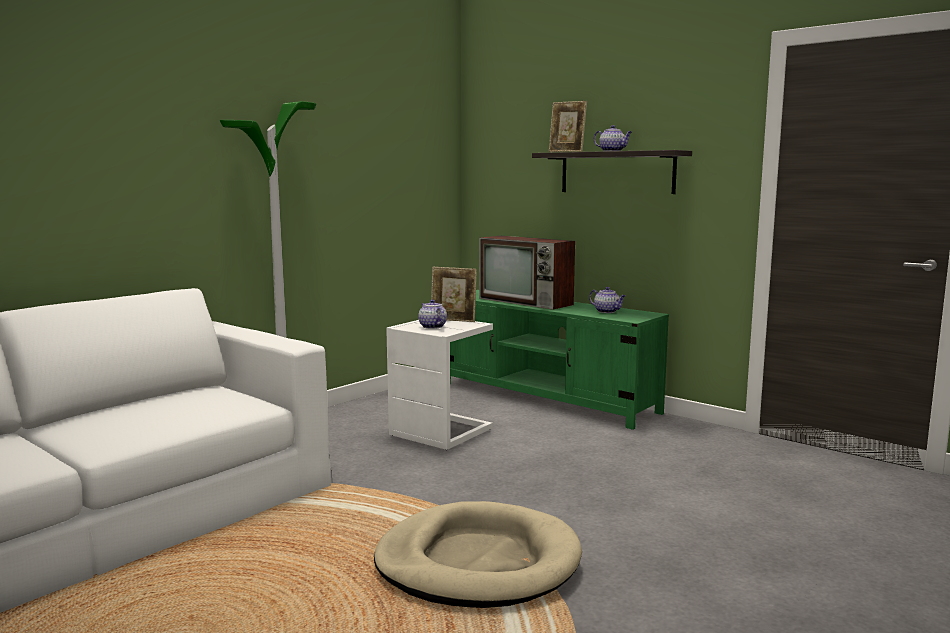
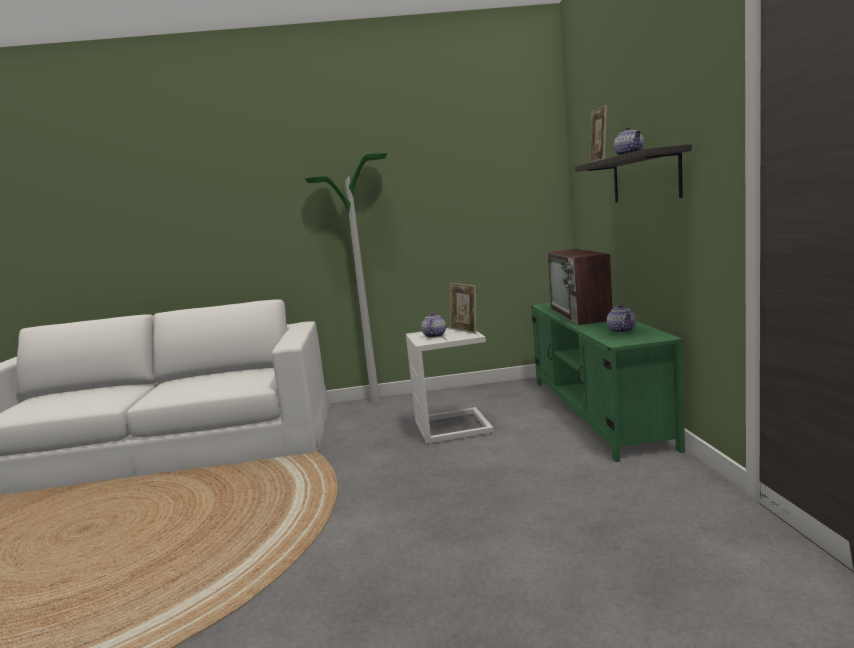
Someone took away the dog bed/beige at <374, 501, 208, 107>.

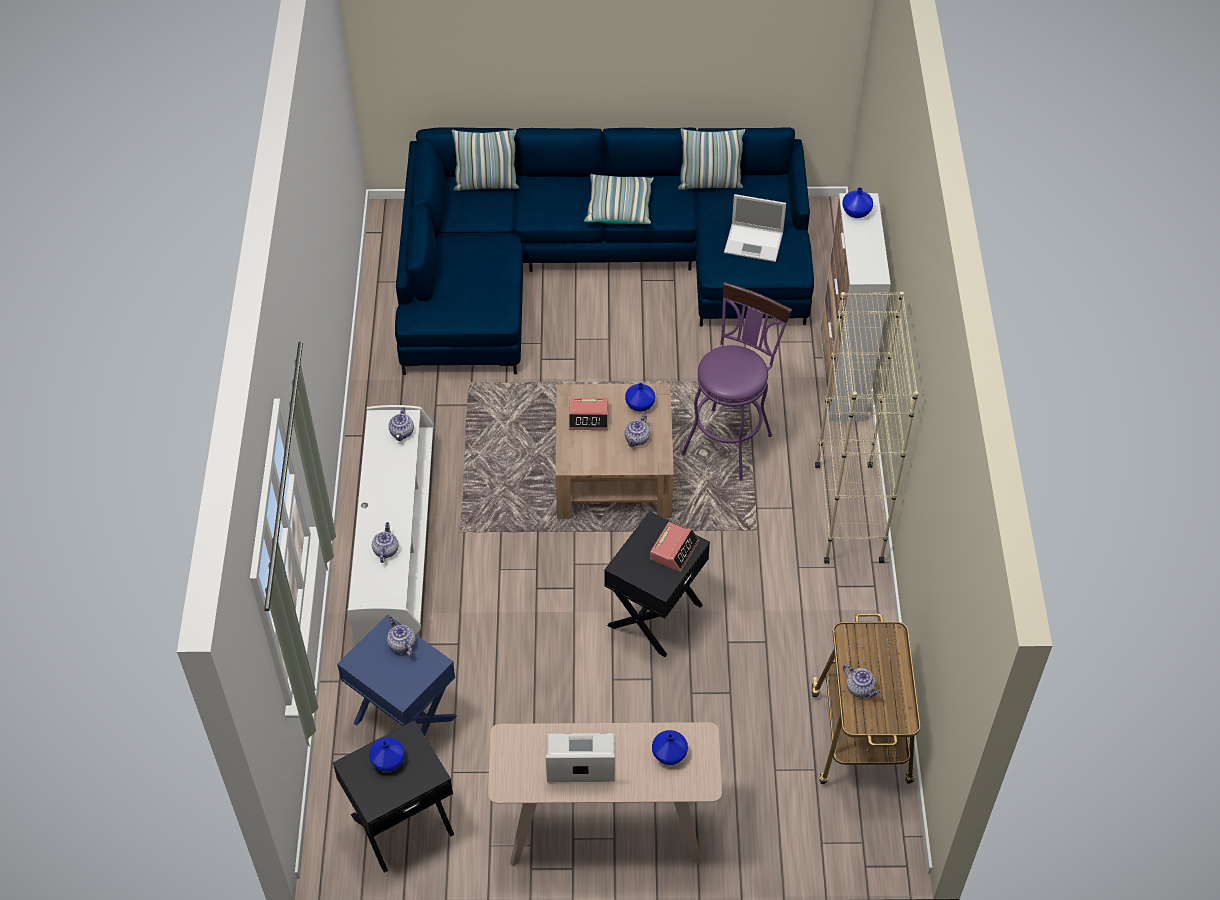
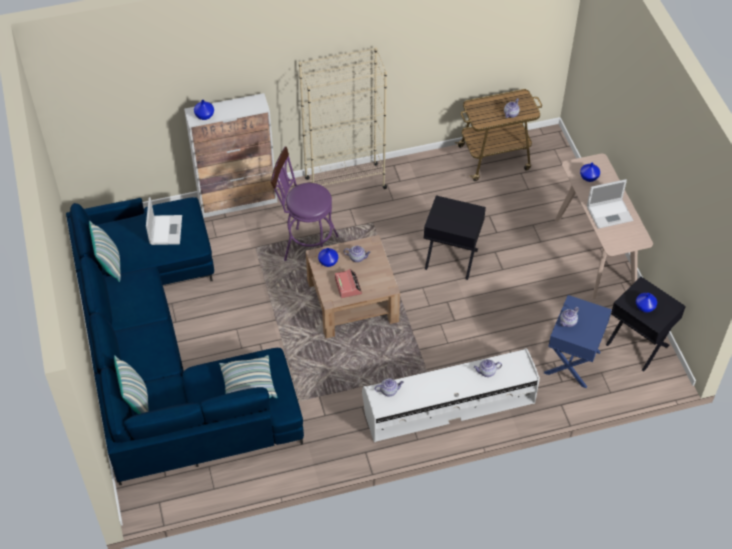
Someone carried the pillow from <584, 174, 70, 50> to <219, 355, 58, 43>.
Someone took away the alarm clock at <650, 522, 49, 50>.
Someone rotated the laptop at <546, 733, 69, 49> by 90 degrees counterclockwise.

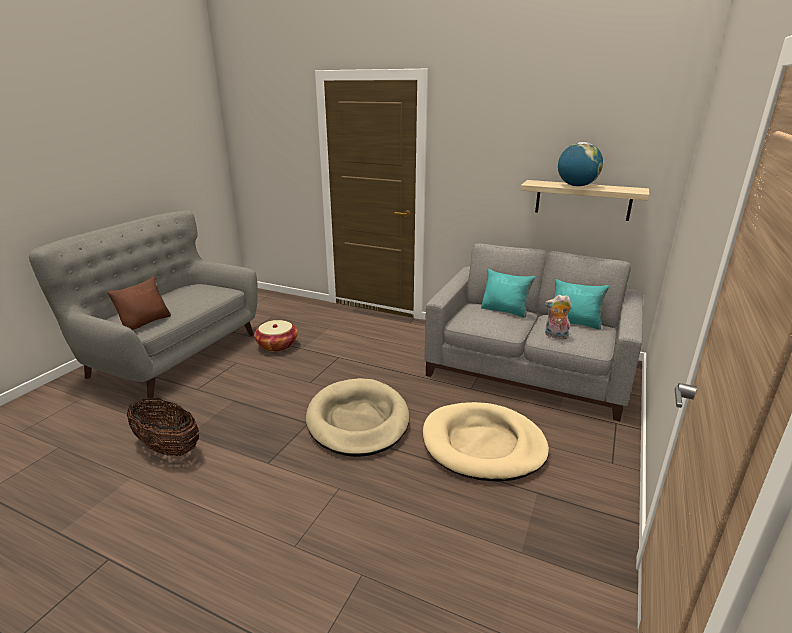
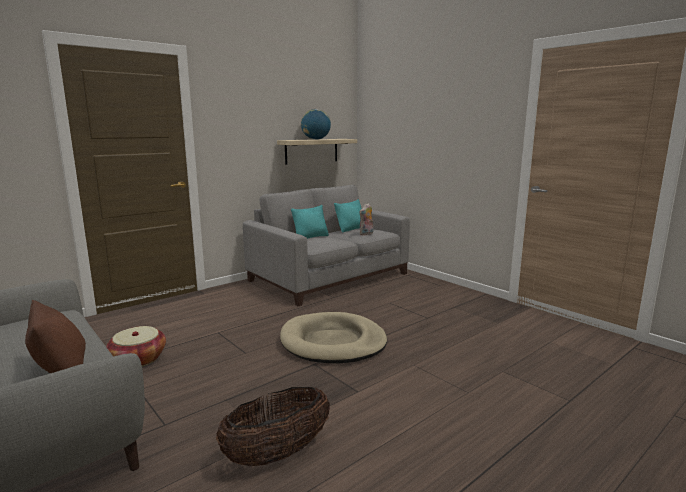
Someone took away the dog bed/beige at <423, 402, 126, 80>.

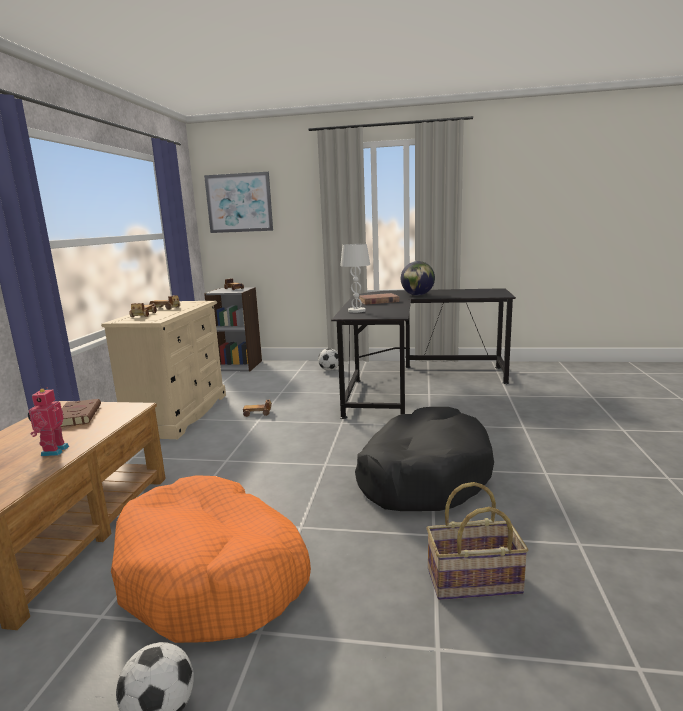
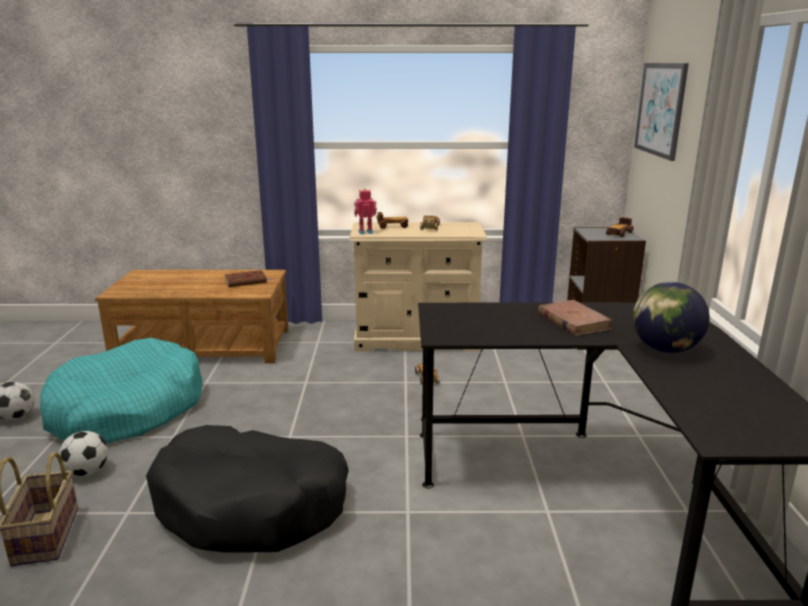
Someone took away the table lamp/white at <340, 244, 30, 69>.
Someone carried the football from <318, 348, 21, 23> to <59, 431, 49, 46>.
Someone carried the toy robot from <28, 387, 41, 69> to <354, 189, 23, 45>.
Someone repainted the dog bed/orange at <111, 475, 200, 168>, which became the dog bed/turquoise at <40, 338, 163, 106>.

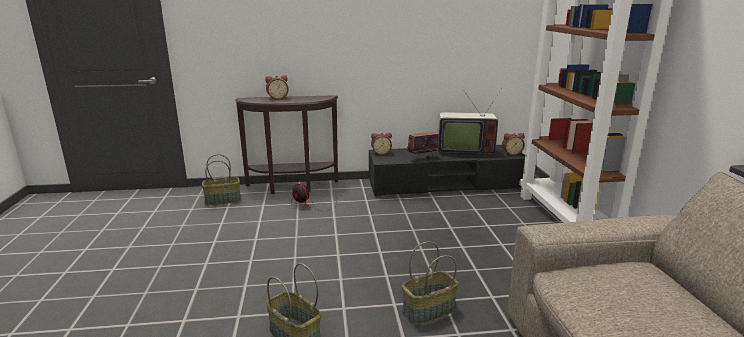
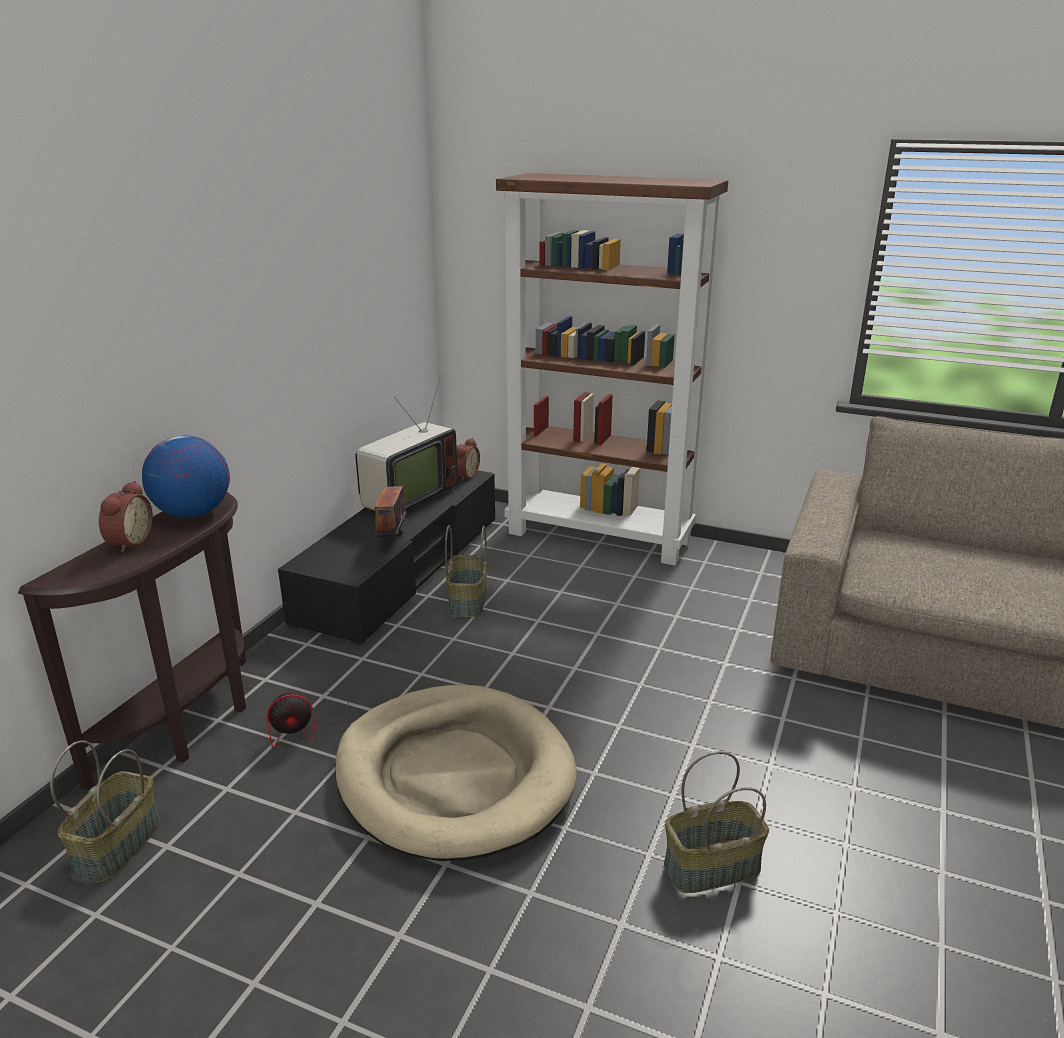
Someone took away the alarm clock at <371, 132, 21, 23>.
Someone carried the basket from <402, 241, 57, 83> to <445, 525, 42, 92>.
Someone put down the globe at <142, 435, 88, 83>.
Someone put down the dog bed/beige at <335, 685, 242, 176>.

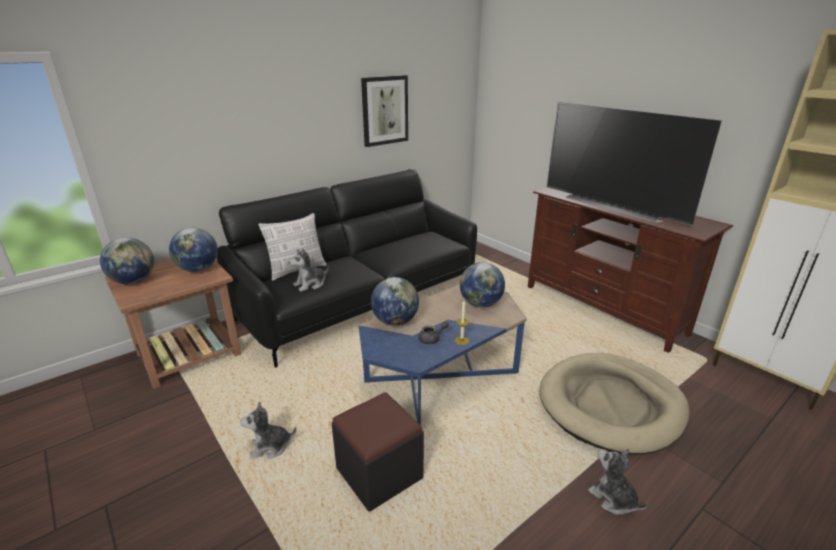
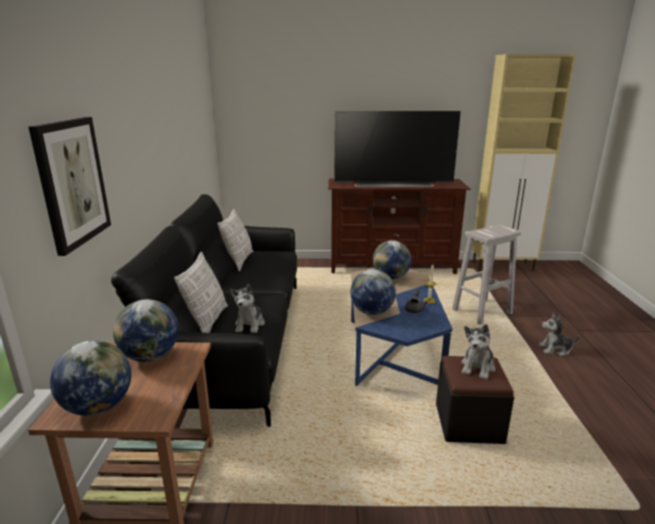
Someone carried the picture from <361, 75, 47, 72> to <29, 117, 82, 139>.
Someone swapped the dog bed/beige at <539, 353, 150, 102> for the stool/white at <452, 224, 69, 101>.
Someone carried the plush toy from <240, 402, 56, 57> to <461, 324, 34, 56>.
Someone put down the pillow at <218, 209, 35, 62>.

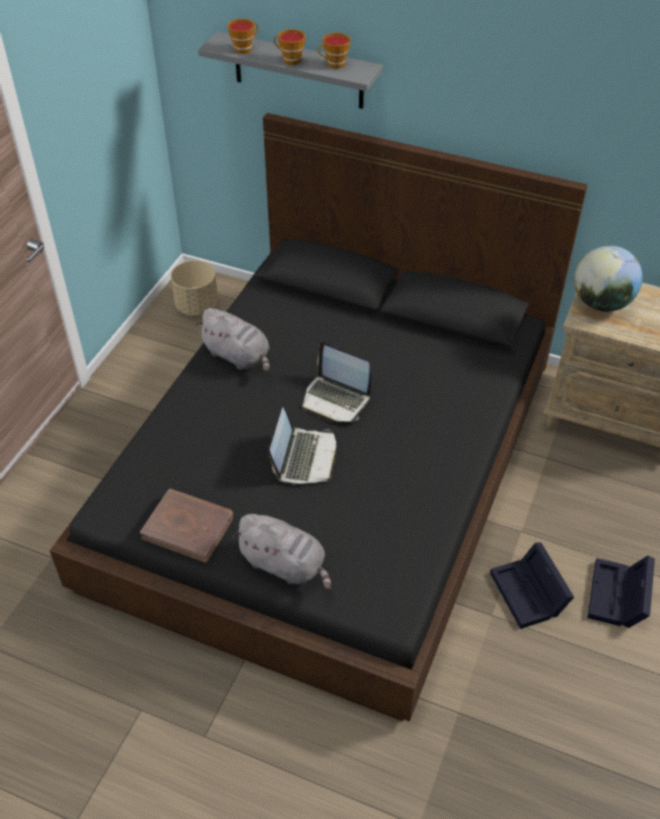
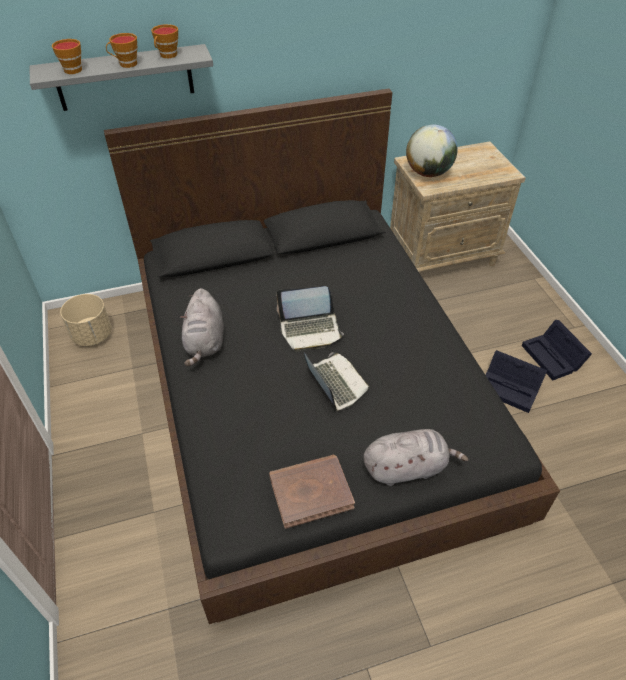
Someone rotated the plush toy/grey at <196, 308, 74, 64> by 90 degrees clockwise.

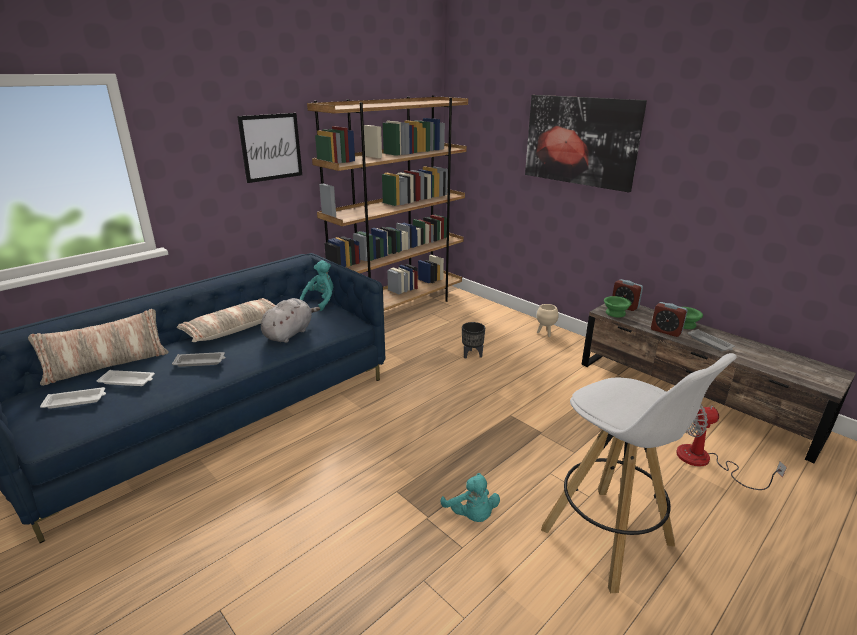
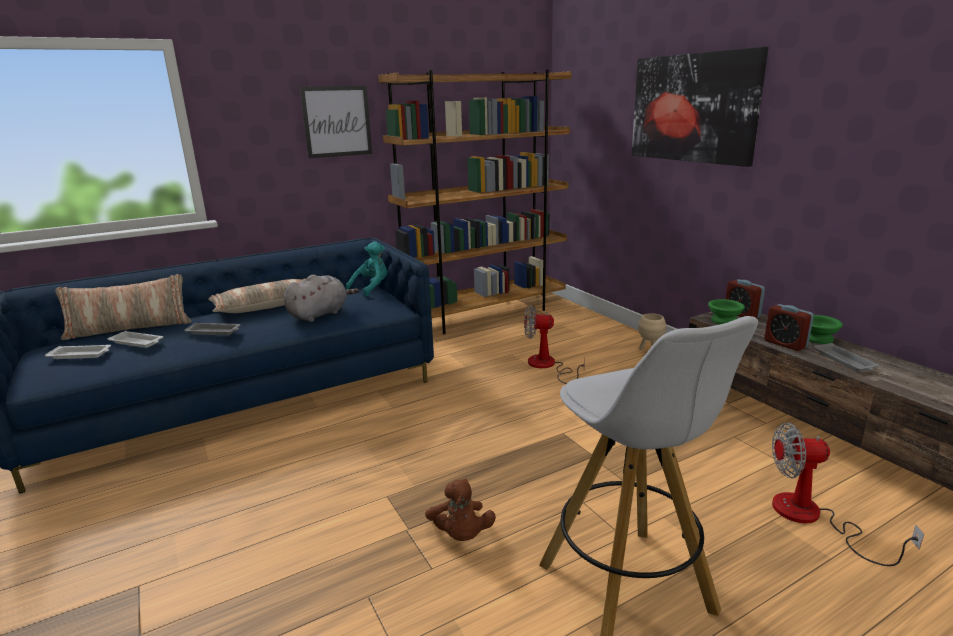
Someone swapped the planter/black at <462, 322, 23, 37> for the fan at <524, 305, 61, 79>.
Someone repainted the plush toy/turquoise at <440, 473, 60, 49>, which became the plush toy/brown at <425, 478, 71, 63>.

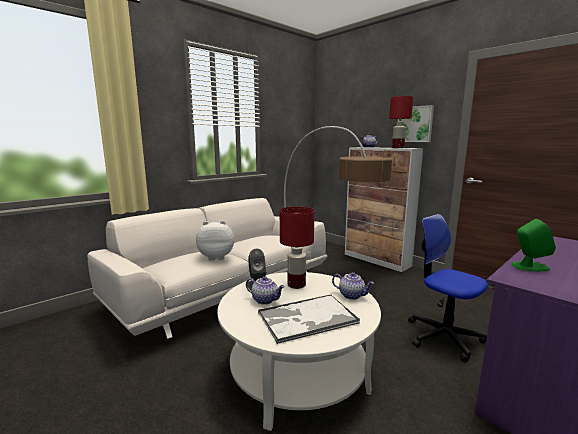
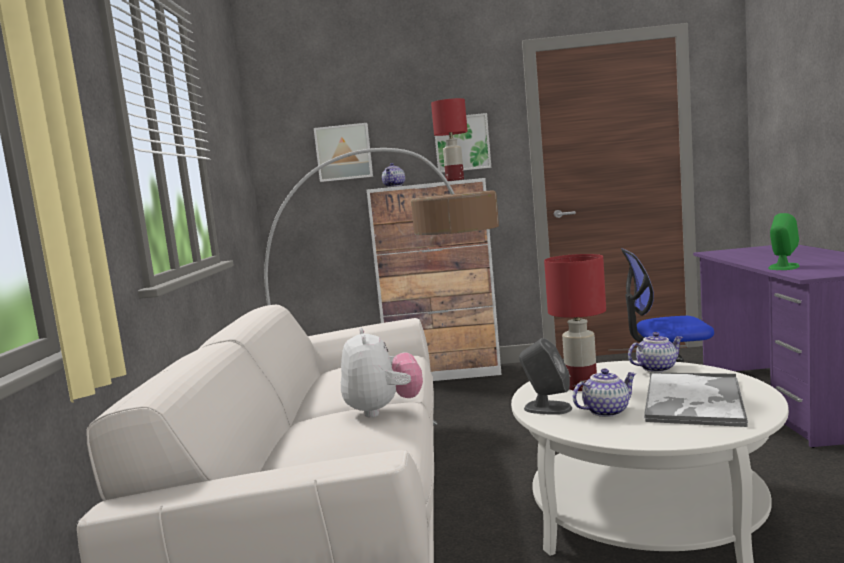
Someone rotated the plush toy at <196, 221, 38, 39> by 135 degrees clockwise.
Someone put up the picture at <314, 123, 59, 59>.

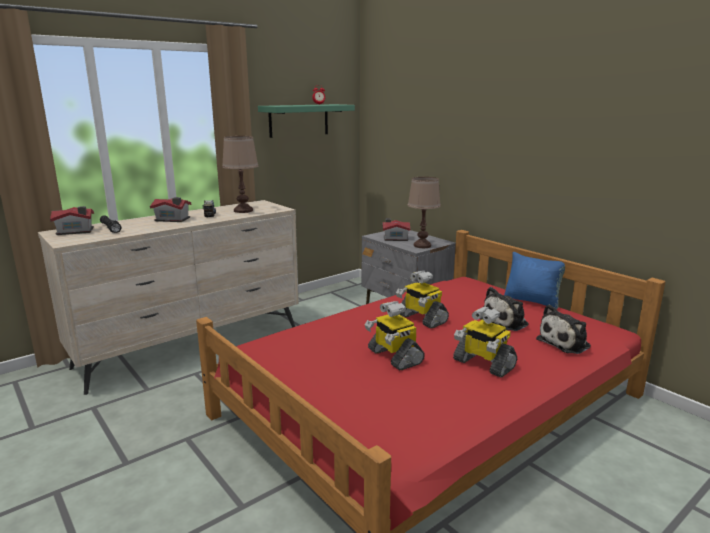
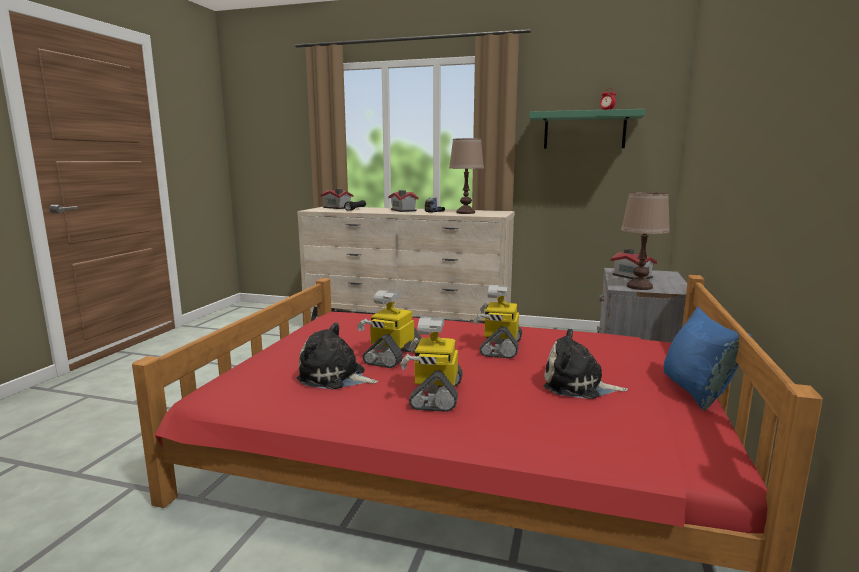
Someone carried the plush toy from <536, 304, 55, 50> to <297, 322, 81, 68>.

